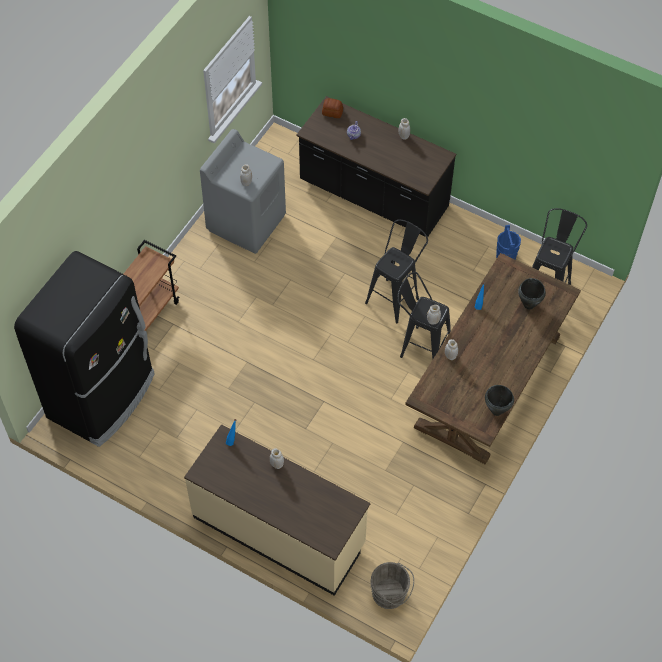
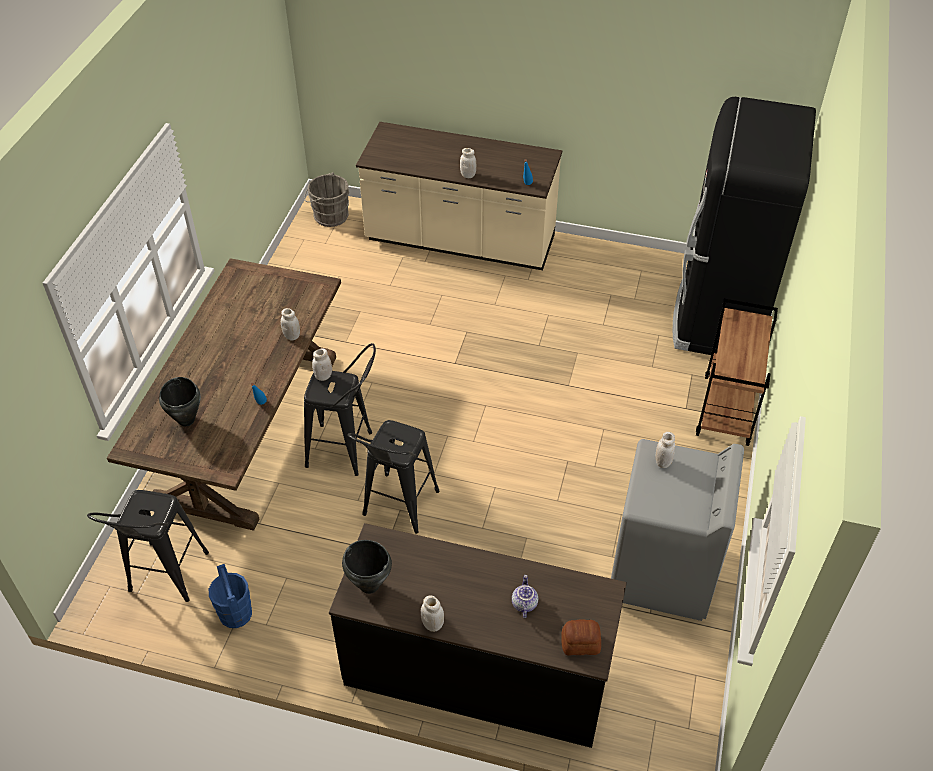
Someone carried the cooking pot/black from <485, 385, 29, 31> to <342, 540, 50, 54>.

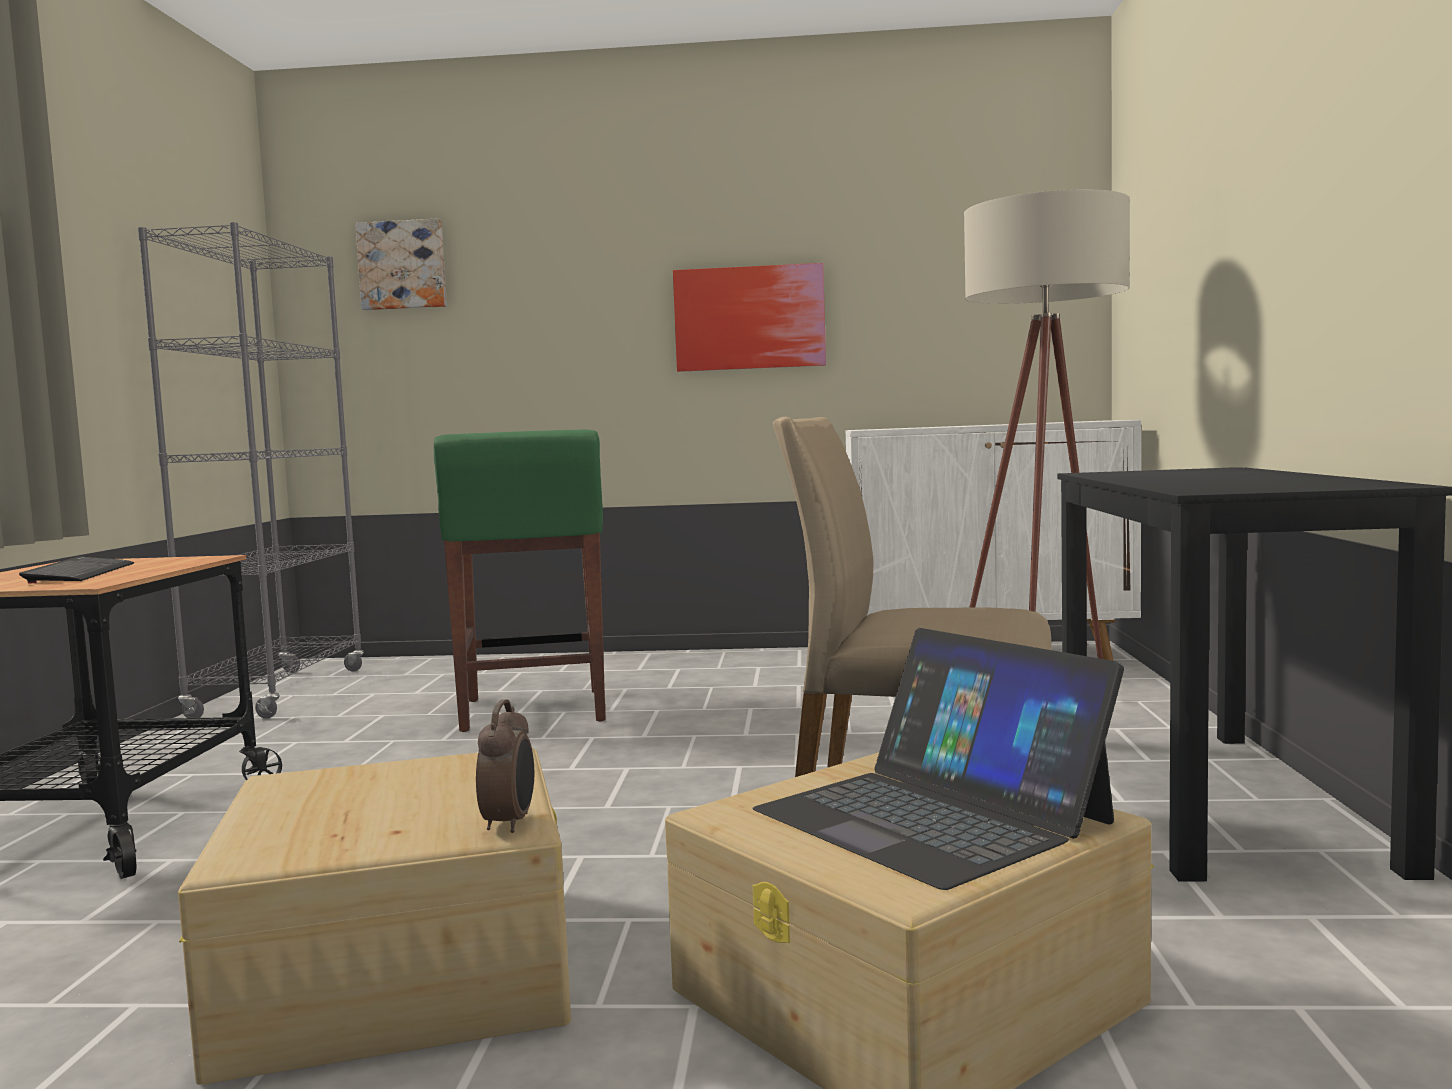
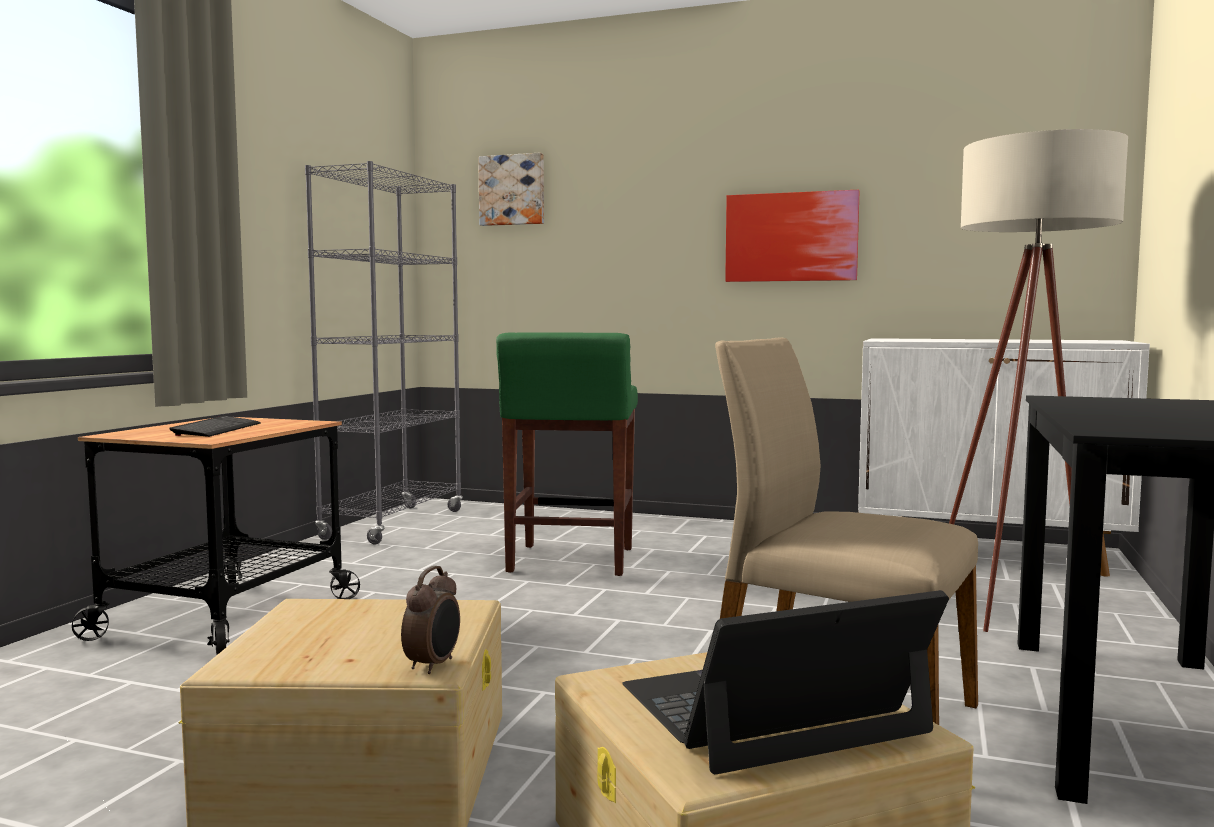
Someone rotated the laptop at <752, 628, 372, 262> by 90 degrees clockwise.

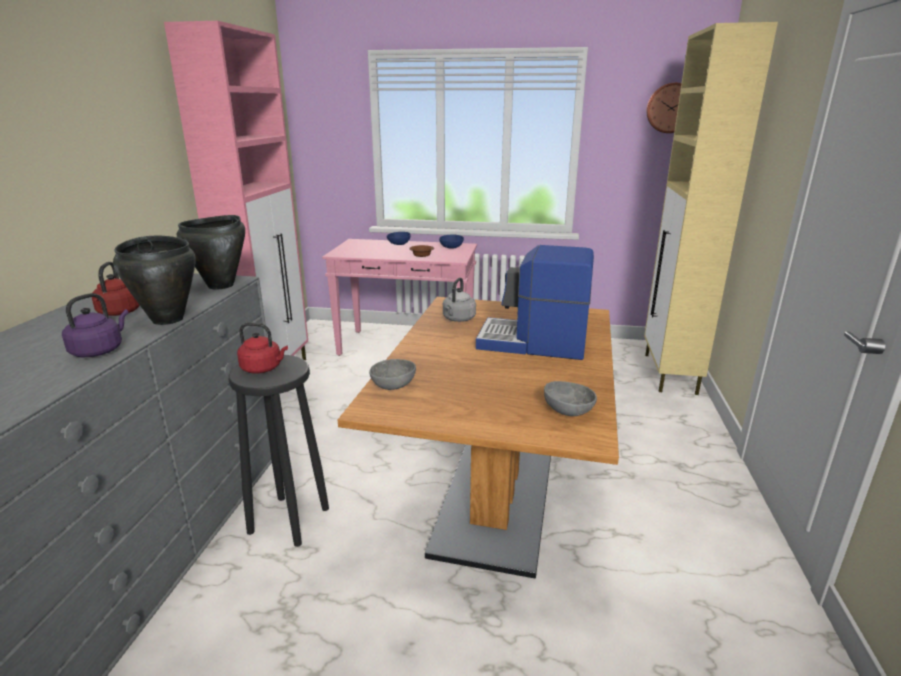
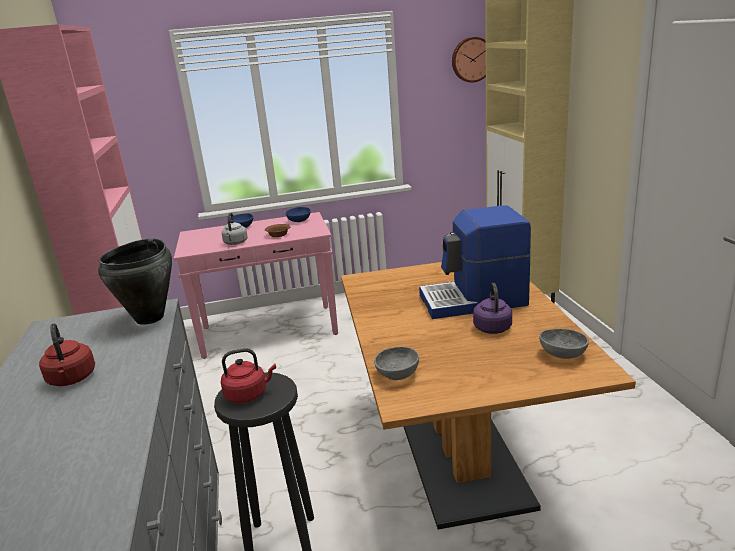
Someone took away the cooking pot/black at <113, 236, 83, 89>.
Someone carried the kettle/grey from <443, 278, 33, 44> to <222, 213, 26, 32>.
Someone carried the kettle/purple from <62, 293, 67, 64> to <473, 283, 39, 51>.

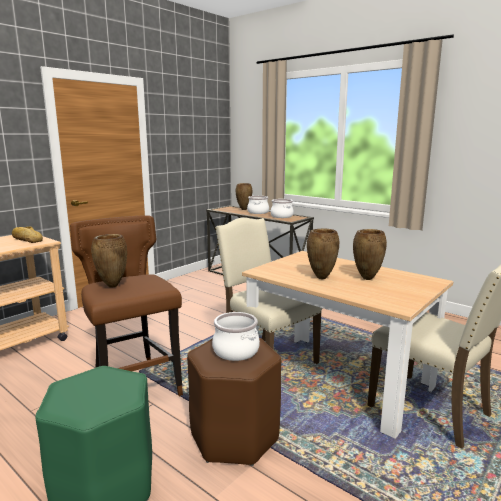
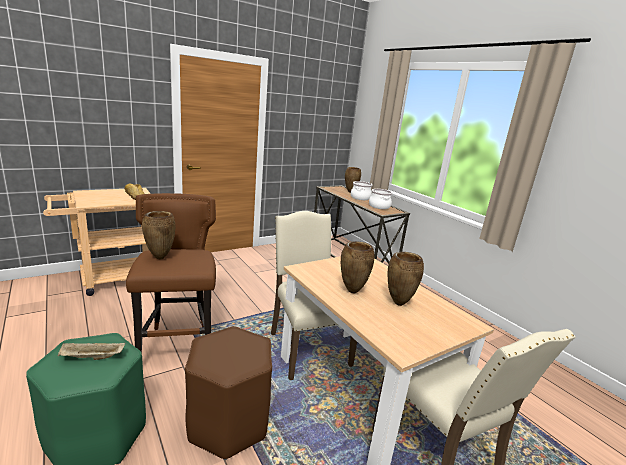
Someone took away the cooking pot at <212, 312, 48, 49>.
Someone put down the tray/beige at <58, 342, 67, 18>.

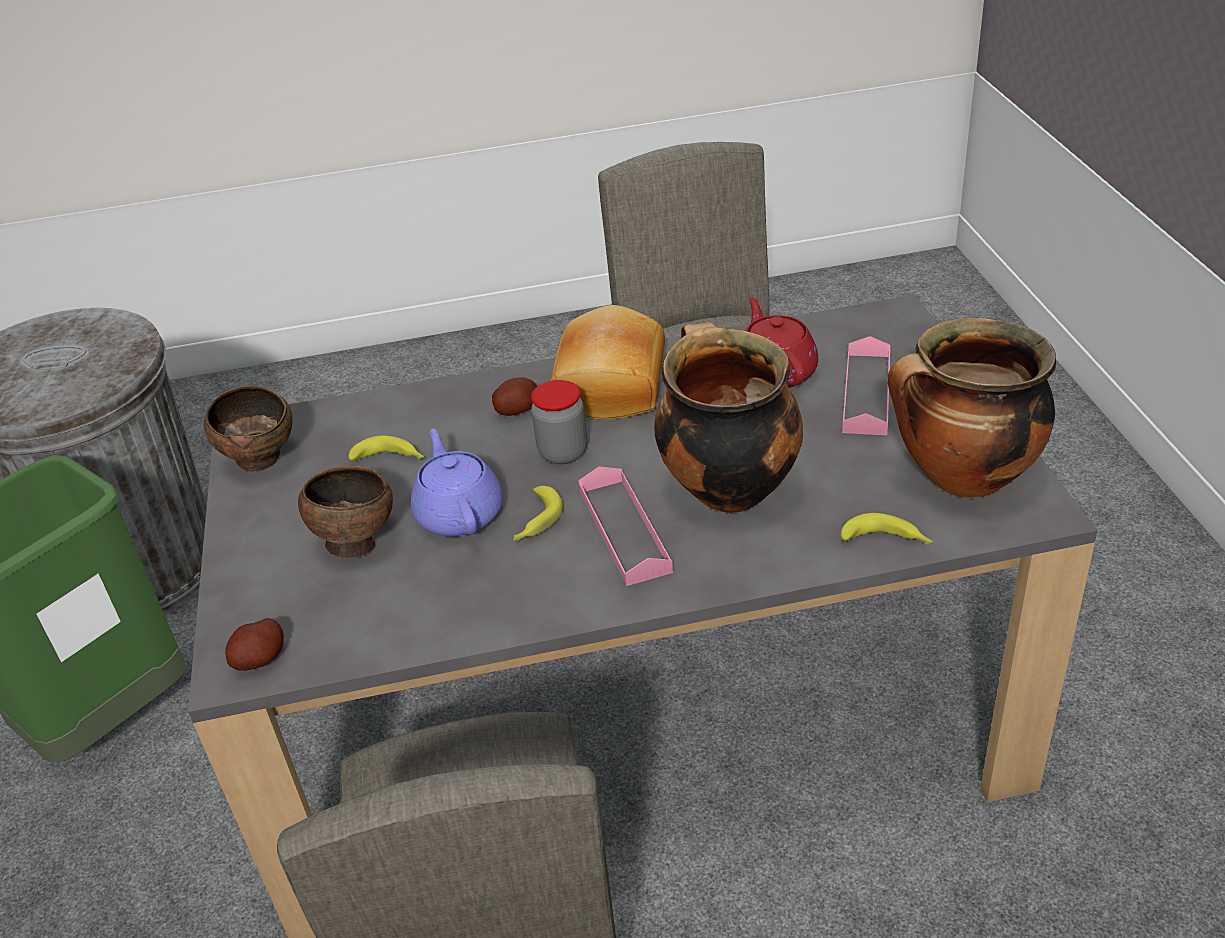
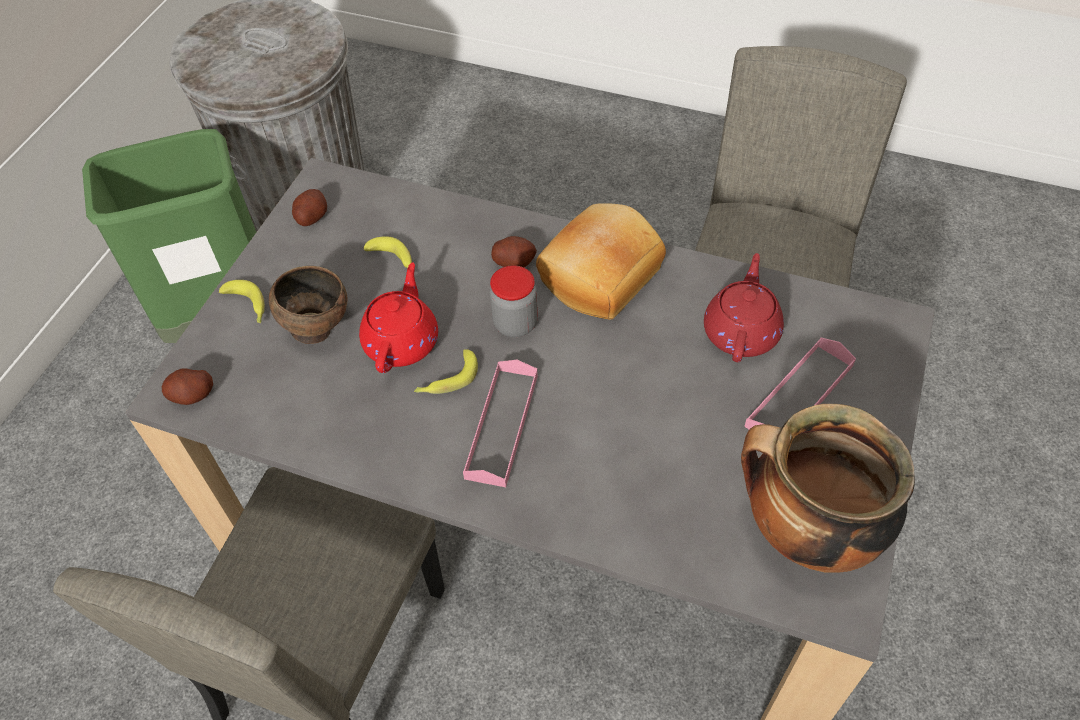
Someone took away the cooking pot at <654, 322, 149, 191>.
Someone swapped the bowl/brown at <204, 385, 89, 86> for the potato at <292, 189, 35, 37>.
Someone repainted the teapot/purple at <411, 429, 92, 108>, which became the teapot/red at <359, 263, 79, 110>.
Someone carried the banana from <840, 513, 93, 32> to <219, 280, 46, 43>.

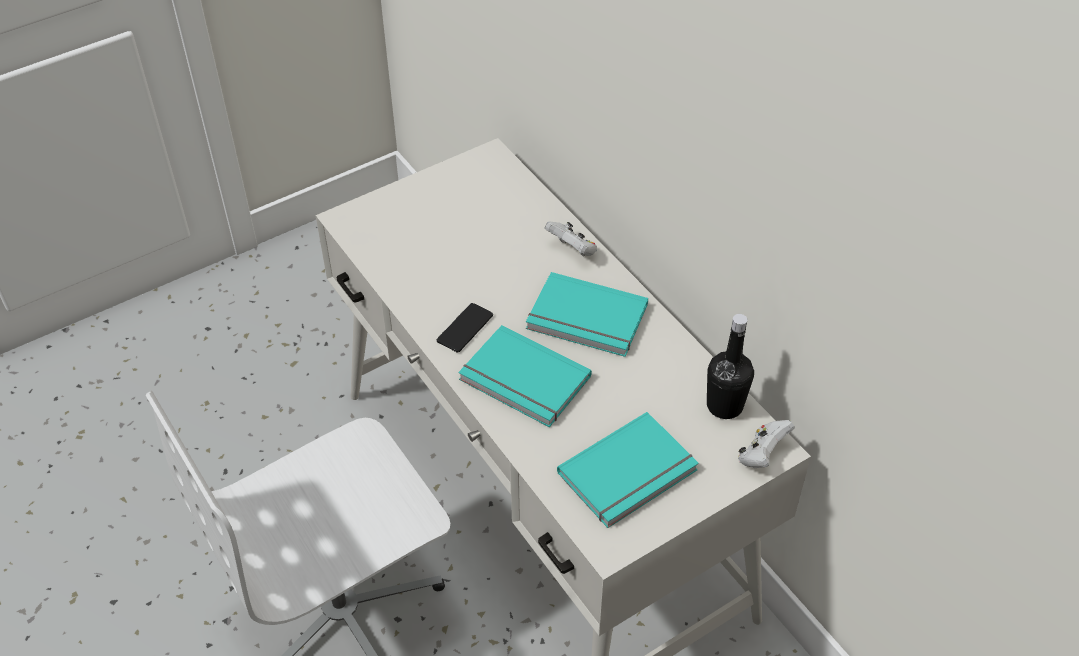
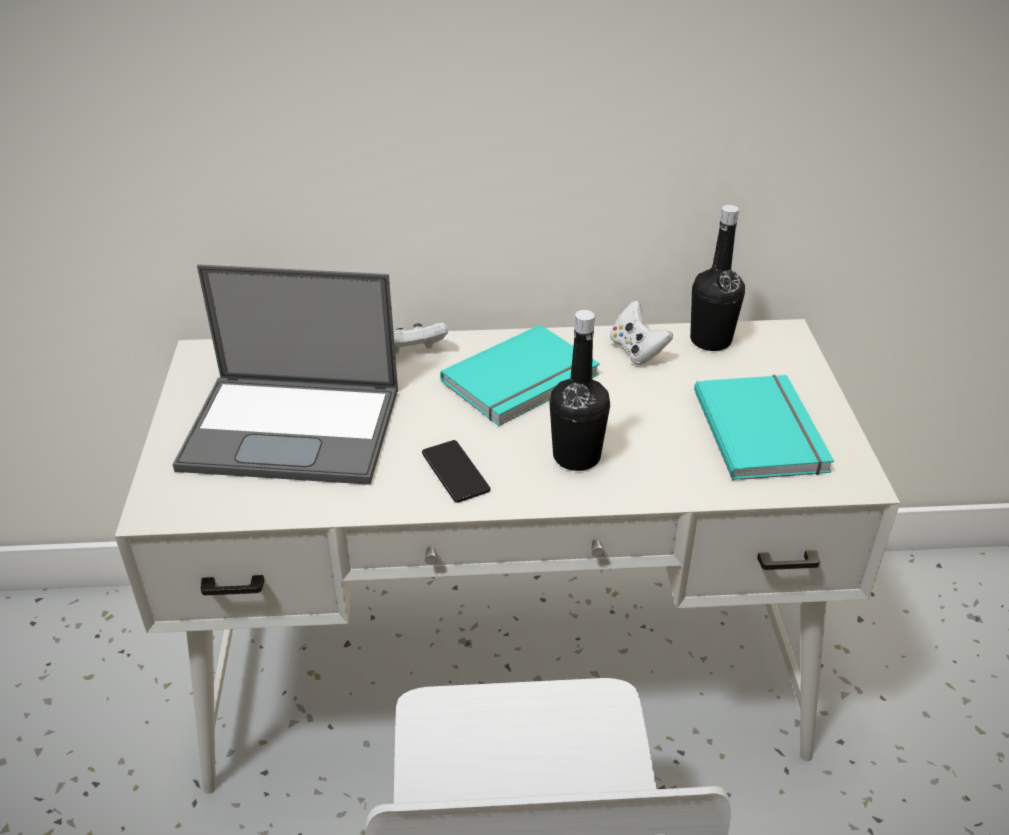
Someone swapped the book/turquoise at <458, 325, 134, 102> for the bottle/black at <550, 310, 60, 161>.
Someone carried the game controller/white from <738, 420, 57, 48> to <610, 301, 63, 63>.
Someone put down the laptop at <173, 264, 225, 221>.

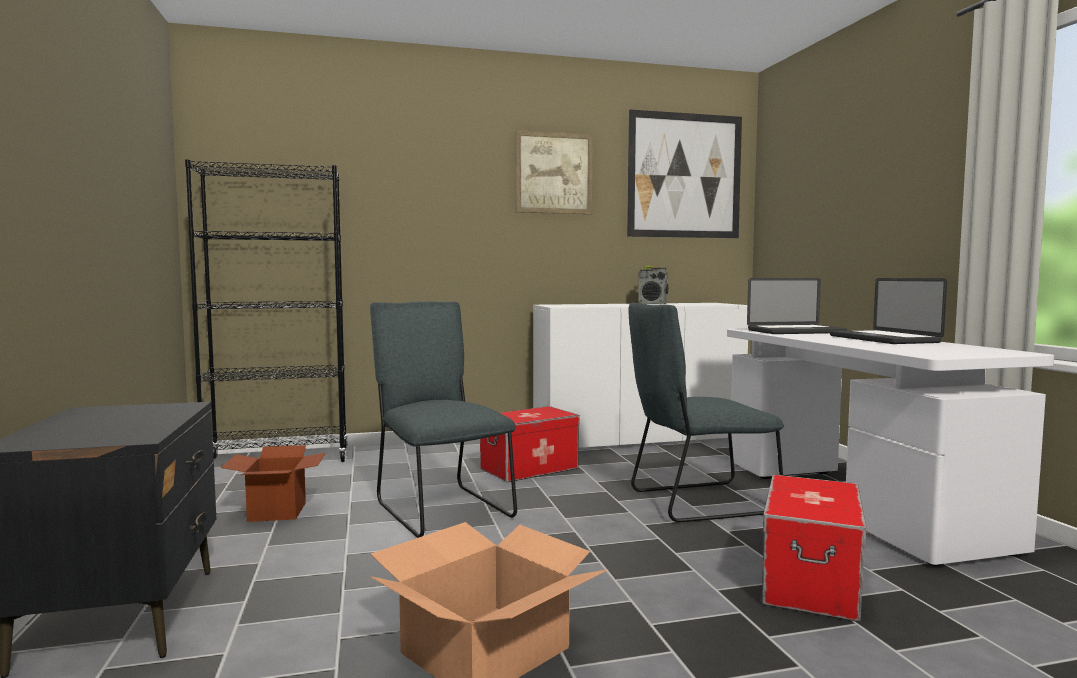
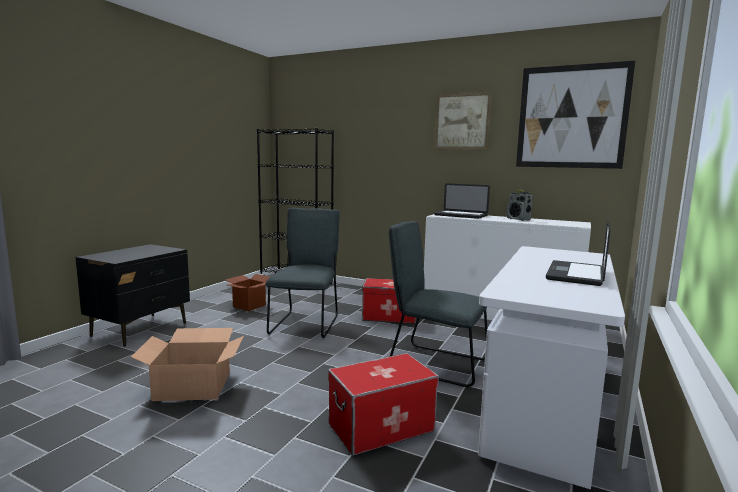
Someone carried the laptop from <747, 278, 100, 56> to <434, 184, 56, 35>.

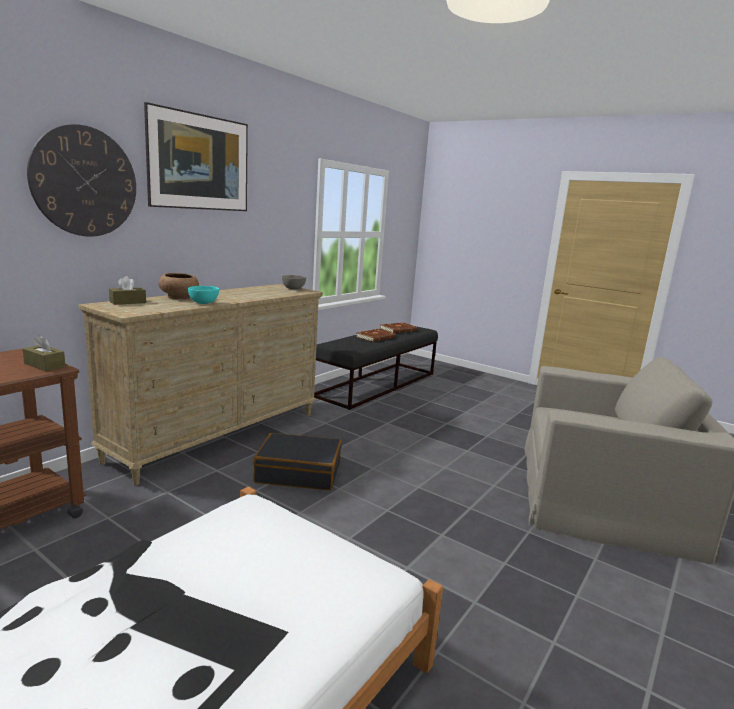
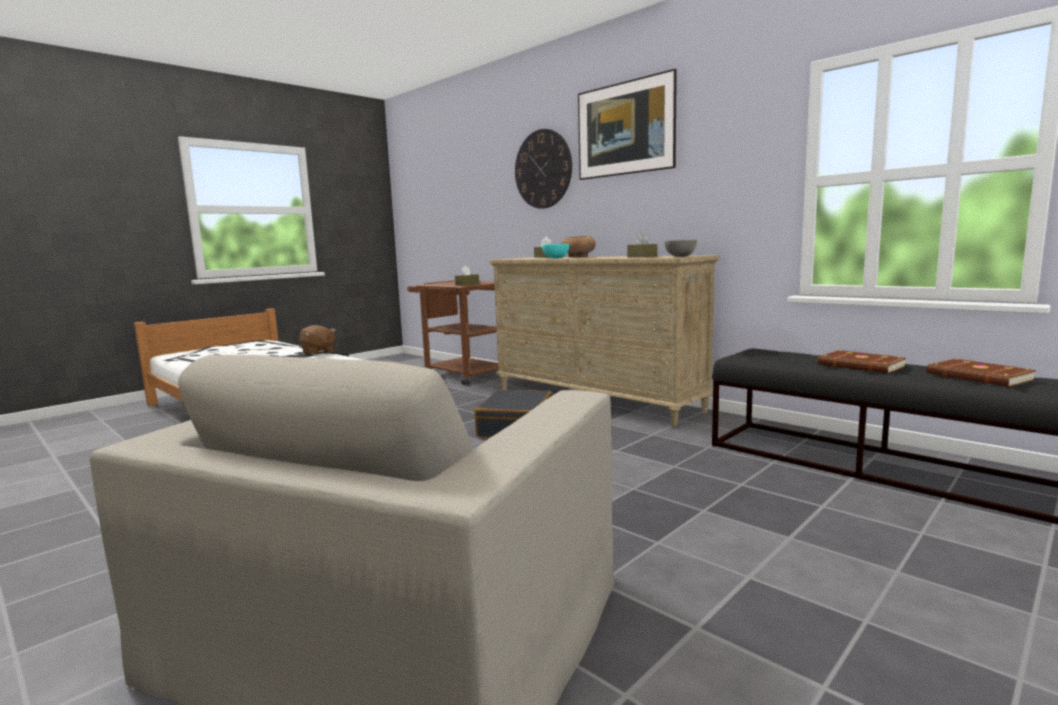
Someone put down the tissue box/brown at <627, 232, 30, 26>.
Someone put down the plush toy/brown at <300, 325, 36, 30>.

